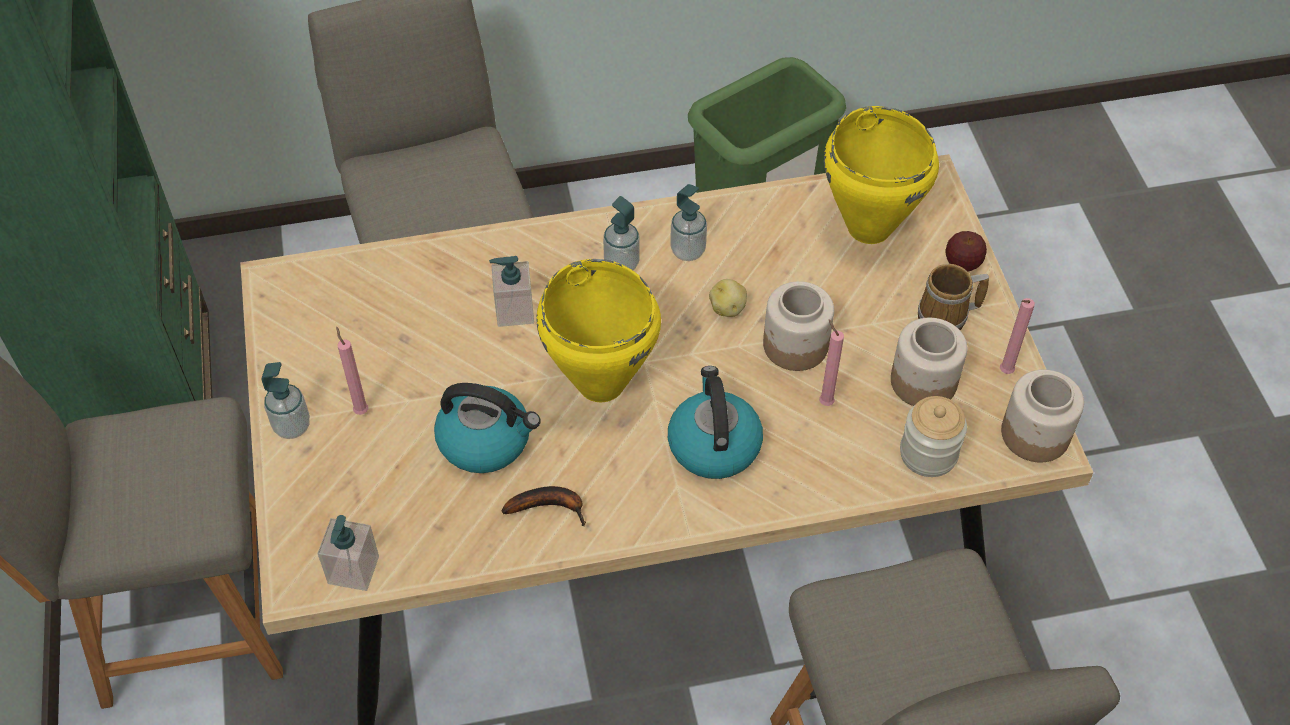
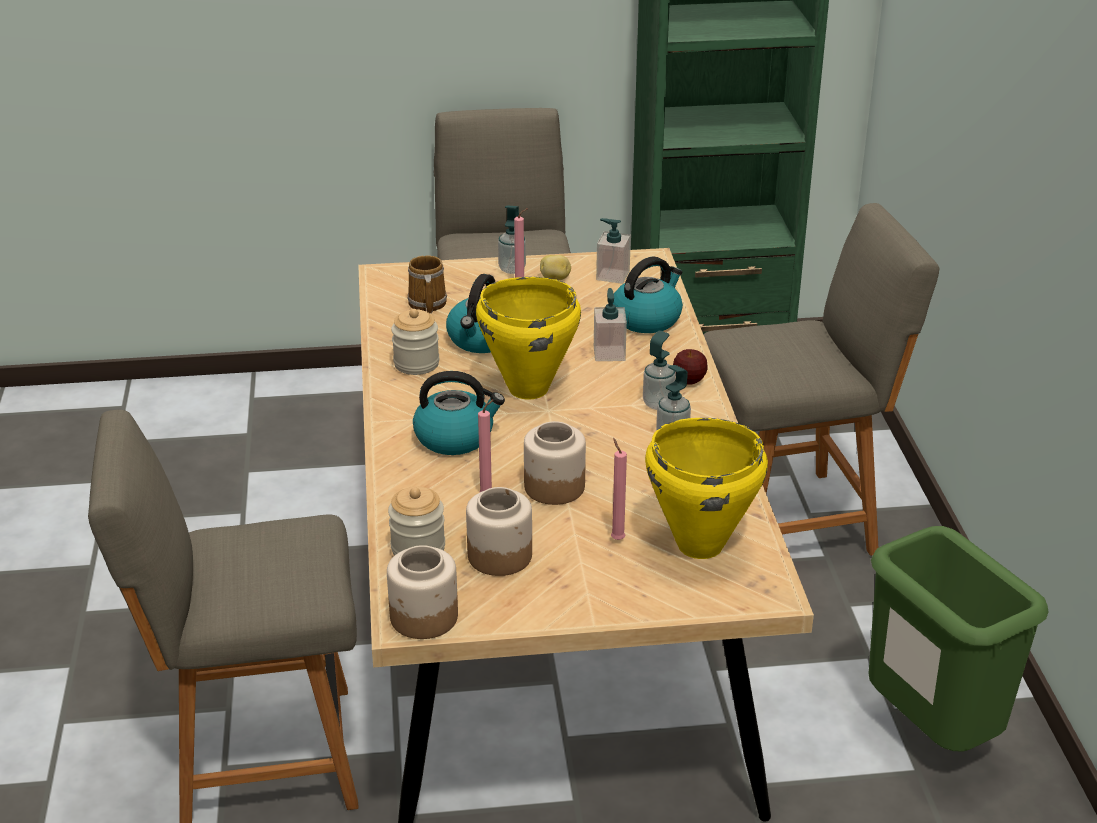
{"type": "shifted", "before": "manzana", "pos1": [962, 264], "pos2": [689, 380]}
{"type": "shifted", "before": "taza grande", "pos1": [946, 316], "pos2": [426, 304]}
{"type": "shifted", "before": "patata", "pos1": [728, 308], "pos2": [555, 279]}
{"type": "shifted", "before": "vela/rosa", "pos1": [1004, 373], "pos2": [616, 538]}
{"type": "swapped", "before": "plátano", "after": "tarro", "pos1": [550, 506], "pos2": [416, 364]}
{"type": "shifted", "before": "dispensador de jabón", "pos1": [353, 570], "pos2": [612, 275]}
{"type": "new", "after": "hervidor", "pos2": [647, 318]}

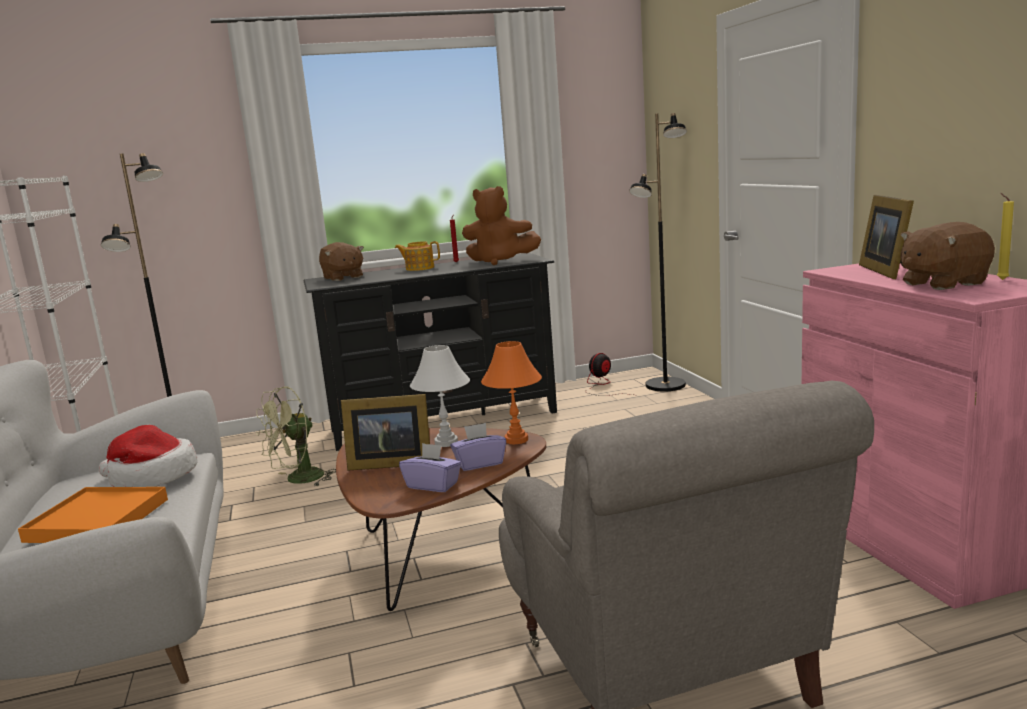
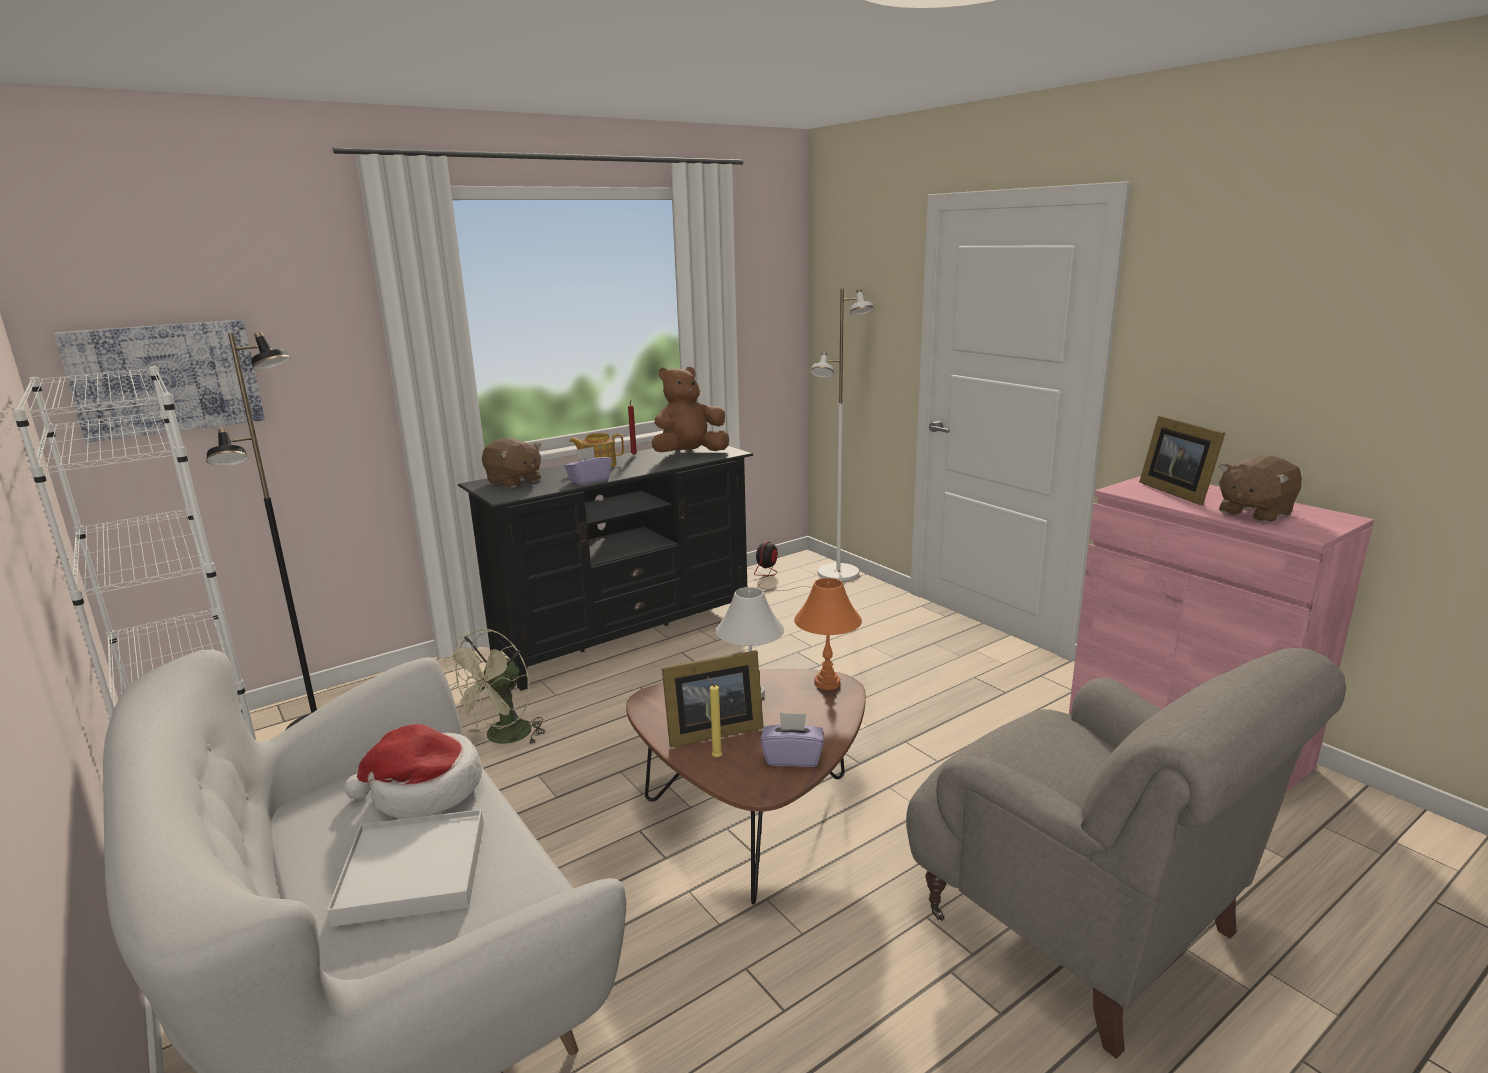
{"type": "repainted", "before": "lámpara de pie/negro", "after": "lámpara de pie/blanco", "pos1": [665, 385], "pos2": [838, 574]}
{"type": "rotated", "before": "peluche/marrón", "pos1": [500, 261], "pos2": [689, 454], "turn": 150}
{"type": "shifted", "before": "vela/amarillo", "pos1": [1000, 279], "pos2": [715, 757]}
{"type": "shifted", "before": "caja de pañuelos/morado", "pos1": [479, 463], "pos2": [589, 480]}
{"type": "repainted", "before": "bandeja/naranja", "after": "bandeja/blanco", "pos1": [98, 520], "pos2": [413, 871]}
{"type": "new", "after": "cuadro", "pos2": [166, 378]}

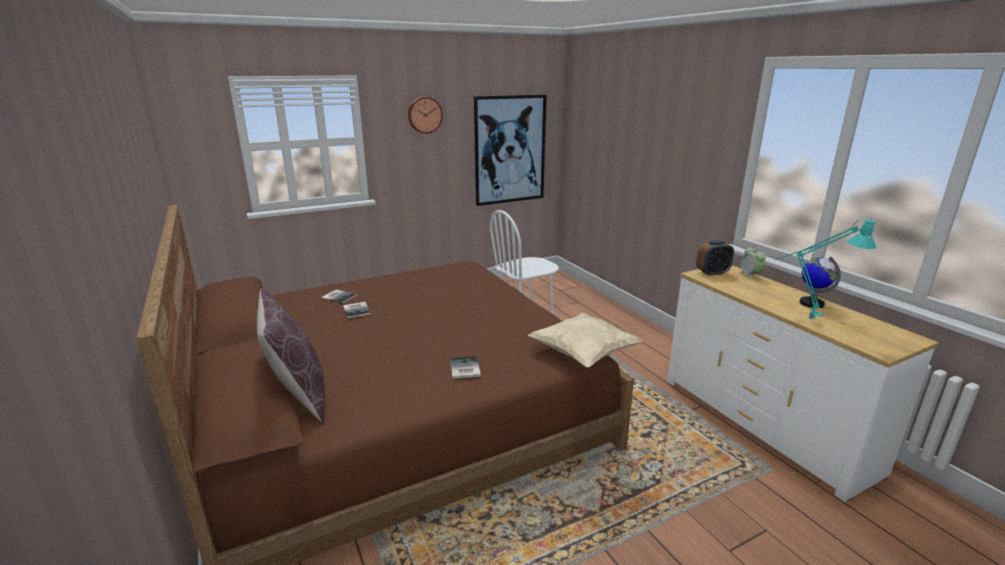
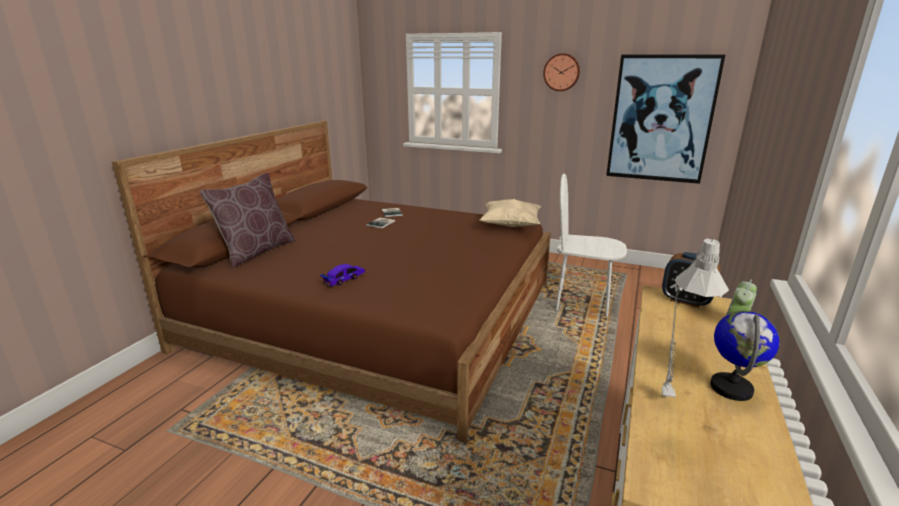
{"type": "repainted", "before": "lámpara de mesa/turquesa", "after": "lámpara de mesa/gris", "pos1": [805, 317], "pos2": [663, 391]}
{"type": "shifted", "before": "cojín/beis", "pos1": [583, 354], "pos2": [510, 226]}
{"type": "swapped", "before": "libro", "after": "coche de juguete", "pos1": [464, 368], "pos2": [344, 279]}

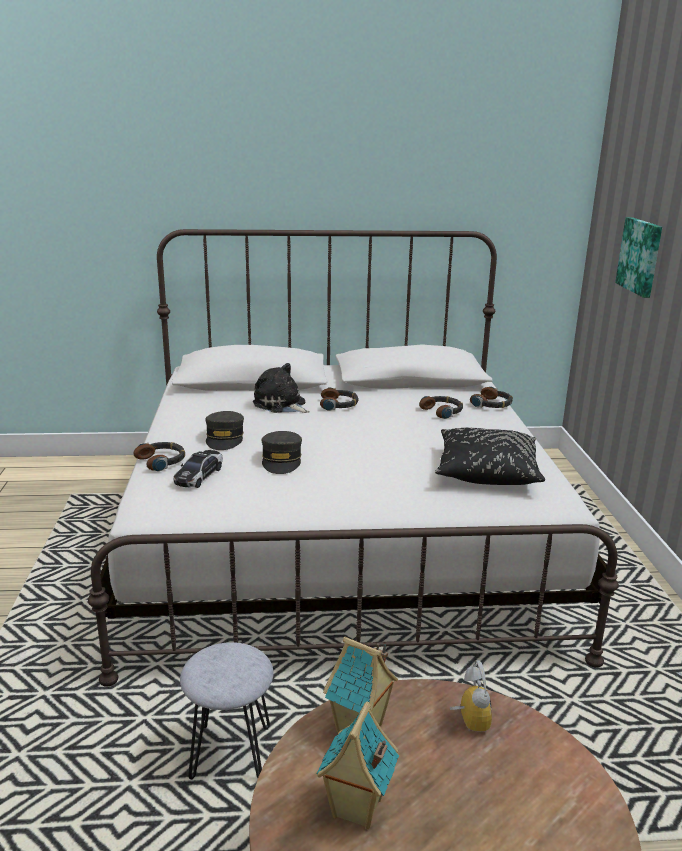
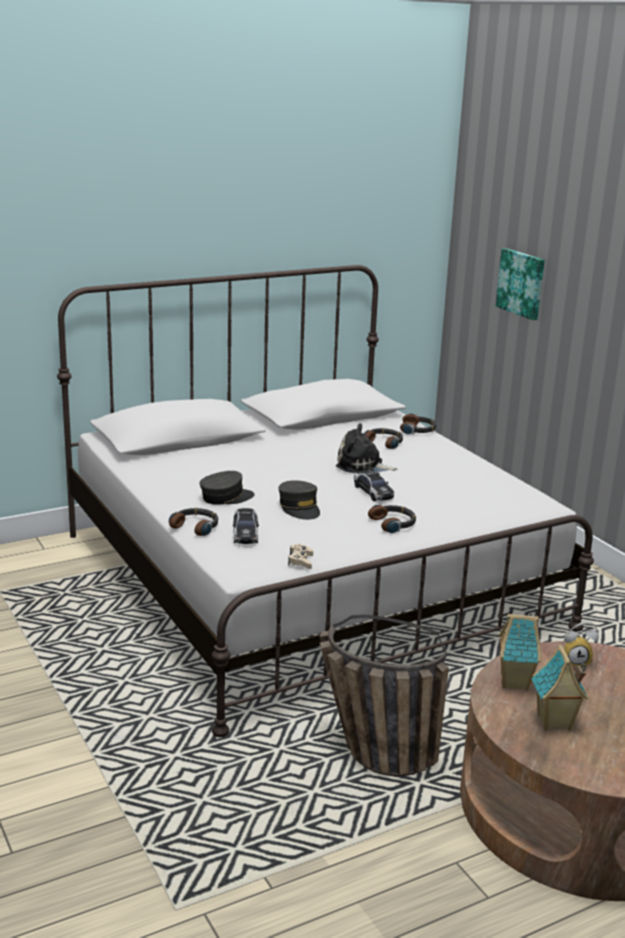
{"type": "shifted", "before": "peluche", "pos1": [281, 405], "pos2": [362, 466]}
{"type": "shifted", "before": "auriculares", "pos1": [339, 404], "pos2": [393, 523]}
{"type": "rotated", "before": "gorra/gris", "pos1": [224, 438], "pos2": [226, 497], "turn": -90}
{"type": "gone", "before": "cojín/negro", "pos1": [486, 472]}
{"type": "swapped", "before": "taburete/gris", "after": "cesta", "pos1": [231, 754], "pos2": [370, 753]}
{"type": "rotated", "before": "despertador", "pos1": [467, 721], "pos2": [576, 661], "turn": 120}
{"type": "new", "after": "coche de juguete", "pos2": [373, 492]}
{"type": "new", "after": "mando de consola/beis", "pos2": [300, 561]}

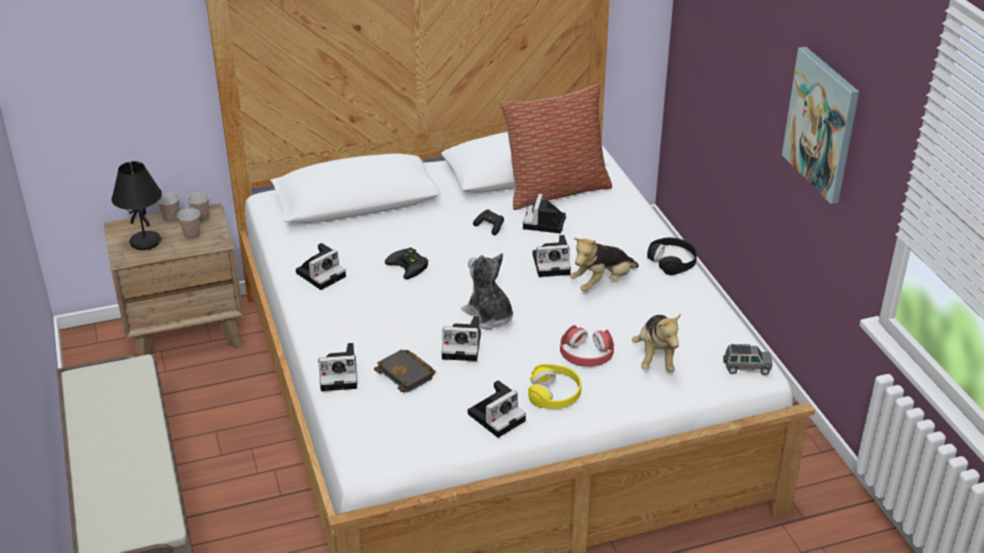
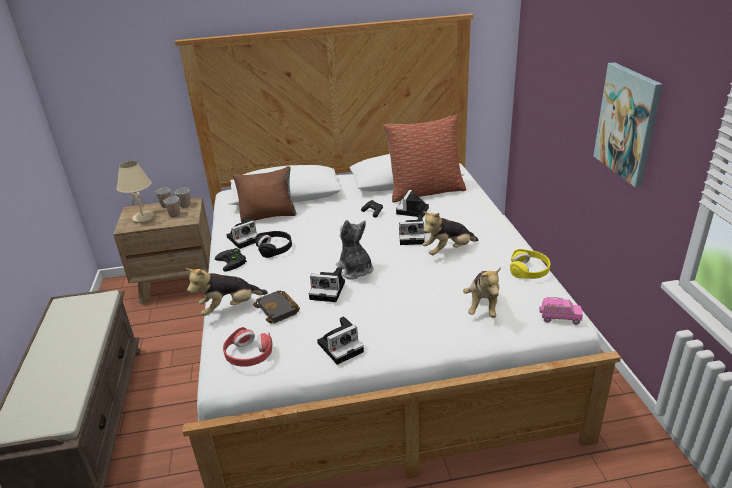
{"type": "repainted", "before": "lámpara de mesa/negro", "after": "lámpara de mesa/beis", "pos1": [146, 242], "pos2": [144, 218]}
{"type": "shifted", "before": "auriculares/negro", "pos1": [672, 261], "pos2": [275, 248]}
{"type": "shifted", "before": "mando de consola/negro", "pos1": [410, 265], "pos2": [233, 261]}
{"type": "shifted", "before": "auriculares/rojo", "pos1": [586, 354], "pos2": [248, 354]}
{"type": "swapped", "before": "cámara", "after": "peluche", "pos1": [340, 374], "pos2": [229, 308]}
{"type": "repainted", "before": "coche de juguete/gris", "after": "coche de juguete/rosa", "pos1": [746, 368], "pos2": [559, 318]}
{"type": "shifted", "before": "auriculares/amarillo", "pos1": [554, 394], "pos2": [529, 270]}
{"type": "new", "after": "cojín/marrón", "pos2": [268, 215]}

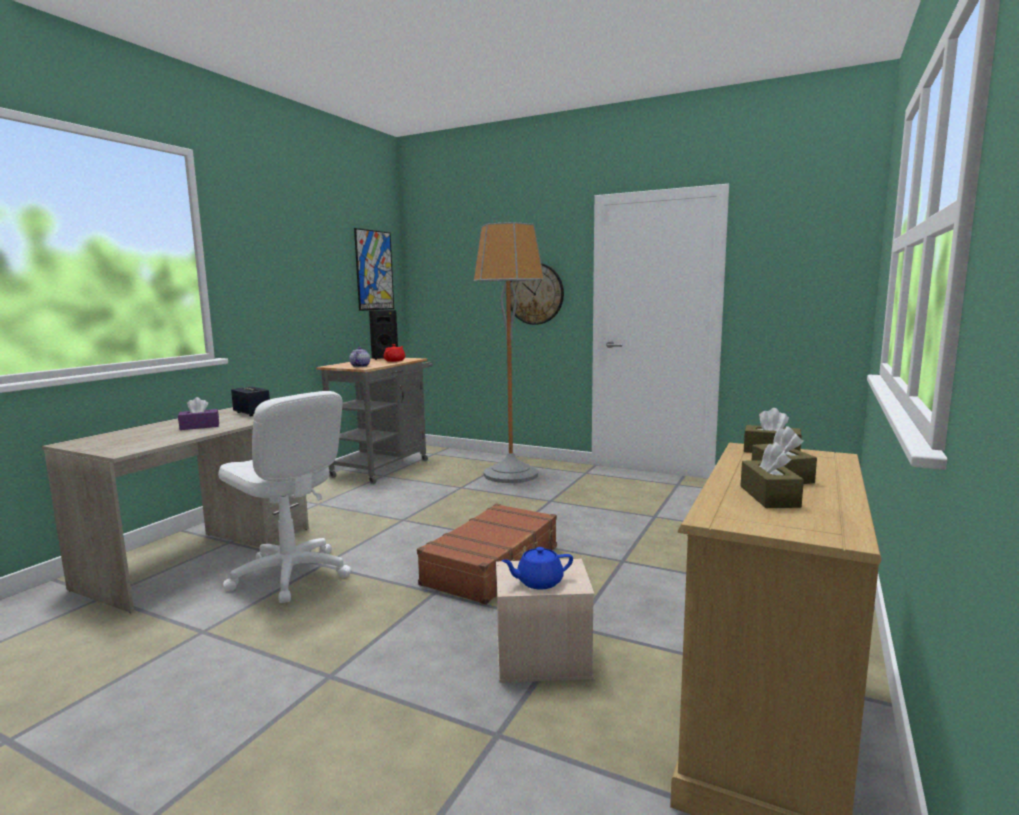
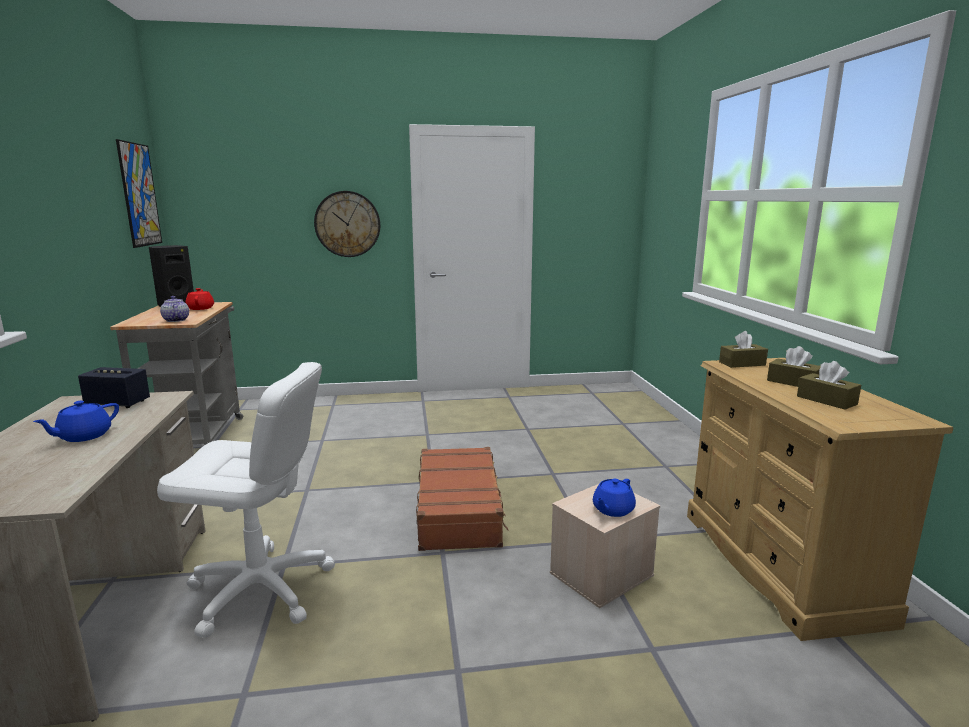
{"type": "gone", "before": "lámpara de pie", "pos1": [511, 474]}
{"type": "swapped", "before": "caja de pañuelos/morado", "after": "tetera/azul", "pos1": [199, 426], "pos2": [83, 436]}

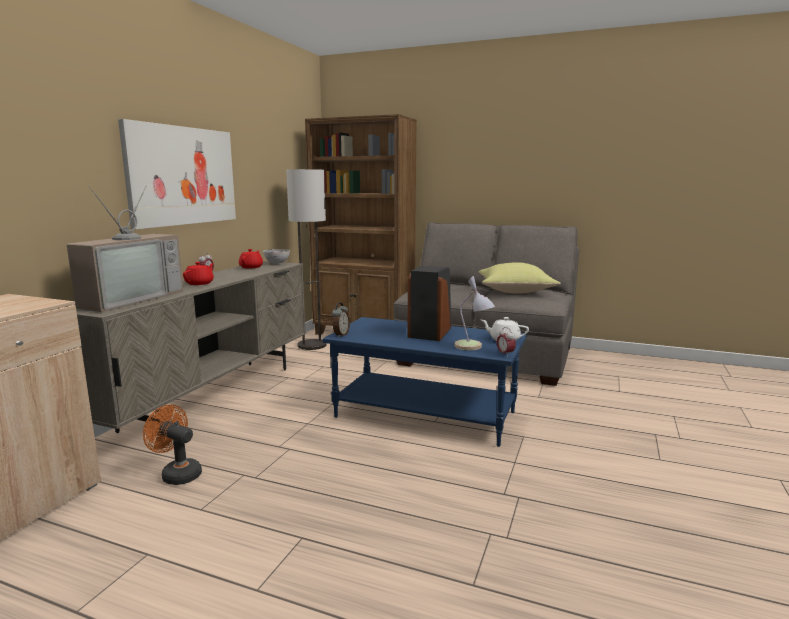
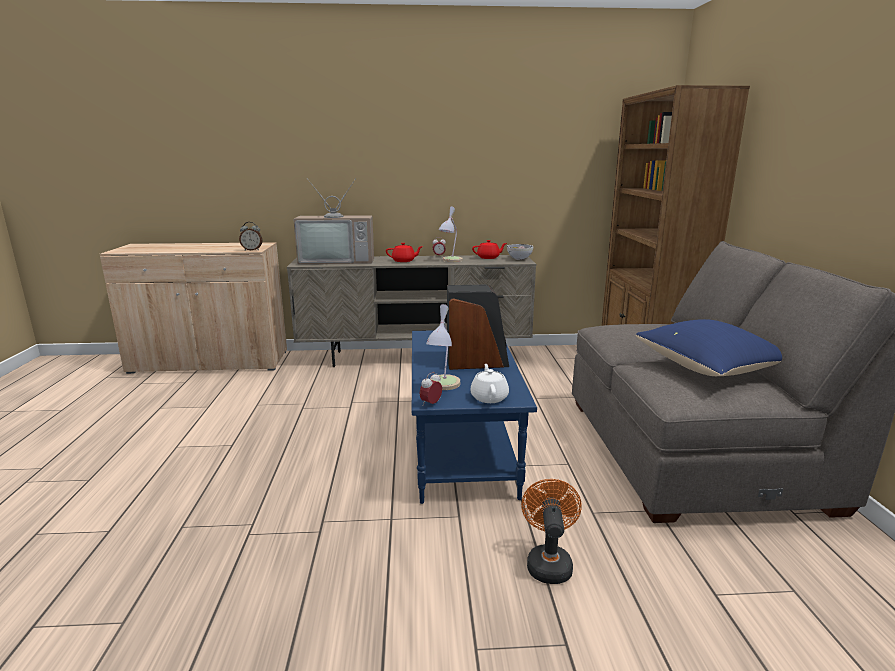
{"type": "gone", "before": "cuadro", "pos1": [182, 176]}
{"type": "gone", "before": "lámpara de pie", "pos1": [312, 345]}
{"type": "repainted", "before": "cojín/amarillo", "after": "cojín/azul", "pos1": [516, 292], "pos2": [711, 369]}
{"type": "shifted", "before": "despertador", "pos1": [340, 335], "pos2": [252, 250]}
{"type": "shifted", "before": "ventilador/naranja", "pos1": [177, 474], "pos2": [548, 562]}
{"type": "new", "after": "lámpara de mesa", "pos2": [450, 261]}

